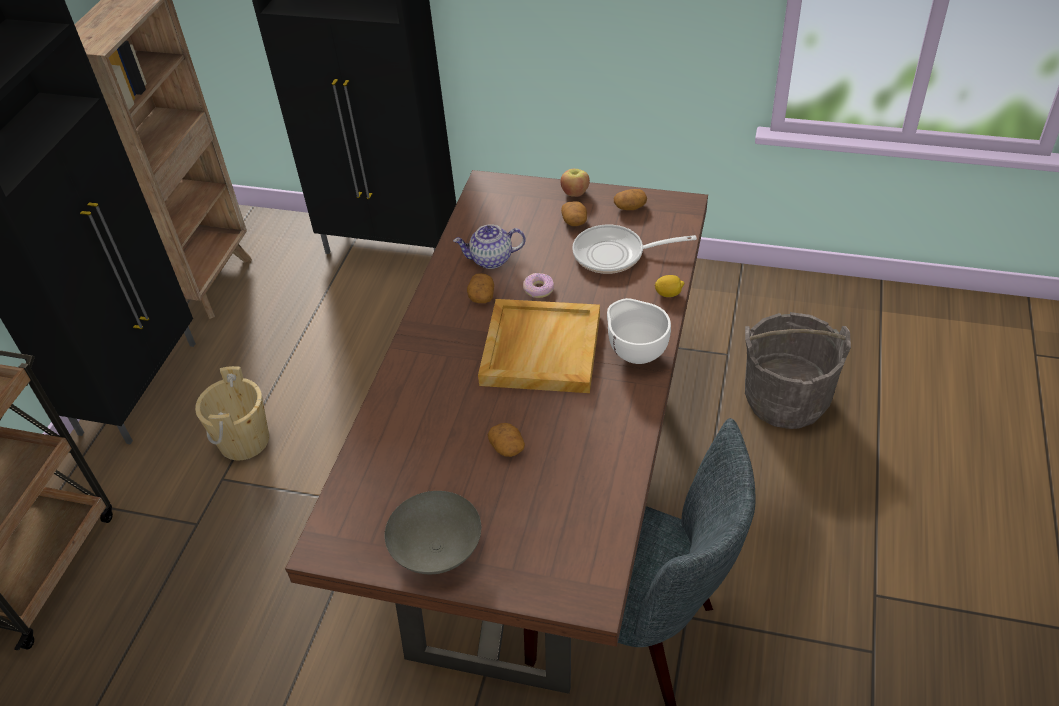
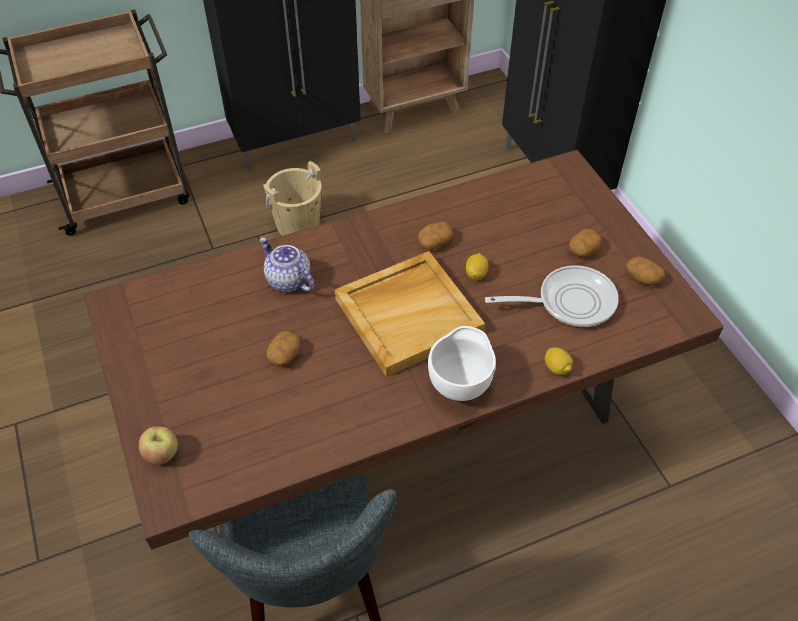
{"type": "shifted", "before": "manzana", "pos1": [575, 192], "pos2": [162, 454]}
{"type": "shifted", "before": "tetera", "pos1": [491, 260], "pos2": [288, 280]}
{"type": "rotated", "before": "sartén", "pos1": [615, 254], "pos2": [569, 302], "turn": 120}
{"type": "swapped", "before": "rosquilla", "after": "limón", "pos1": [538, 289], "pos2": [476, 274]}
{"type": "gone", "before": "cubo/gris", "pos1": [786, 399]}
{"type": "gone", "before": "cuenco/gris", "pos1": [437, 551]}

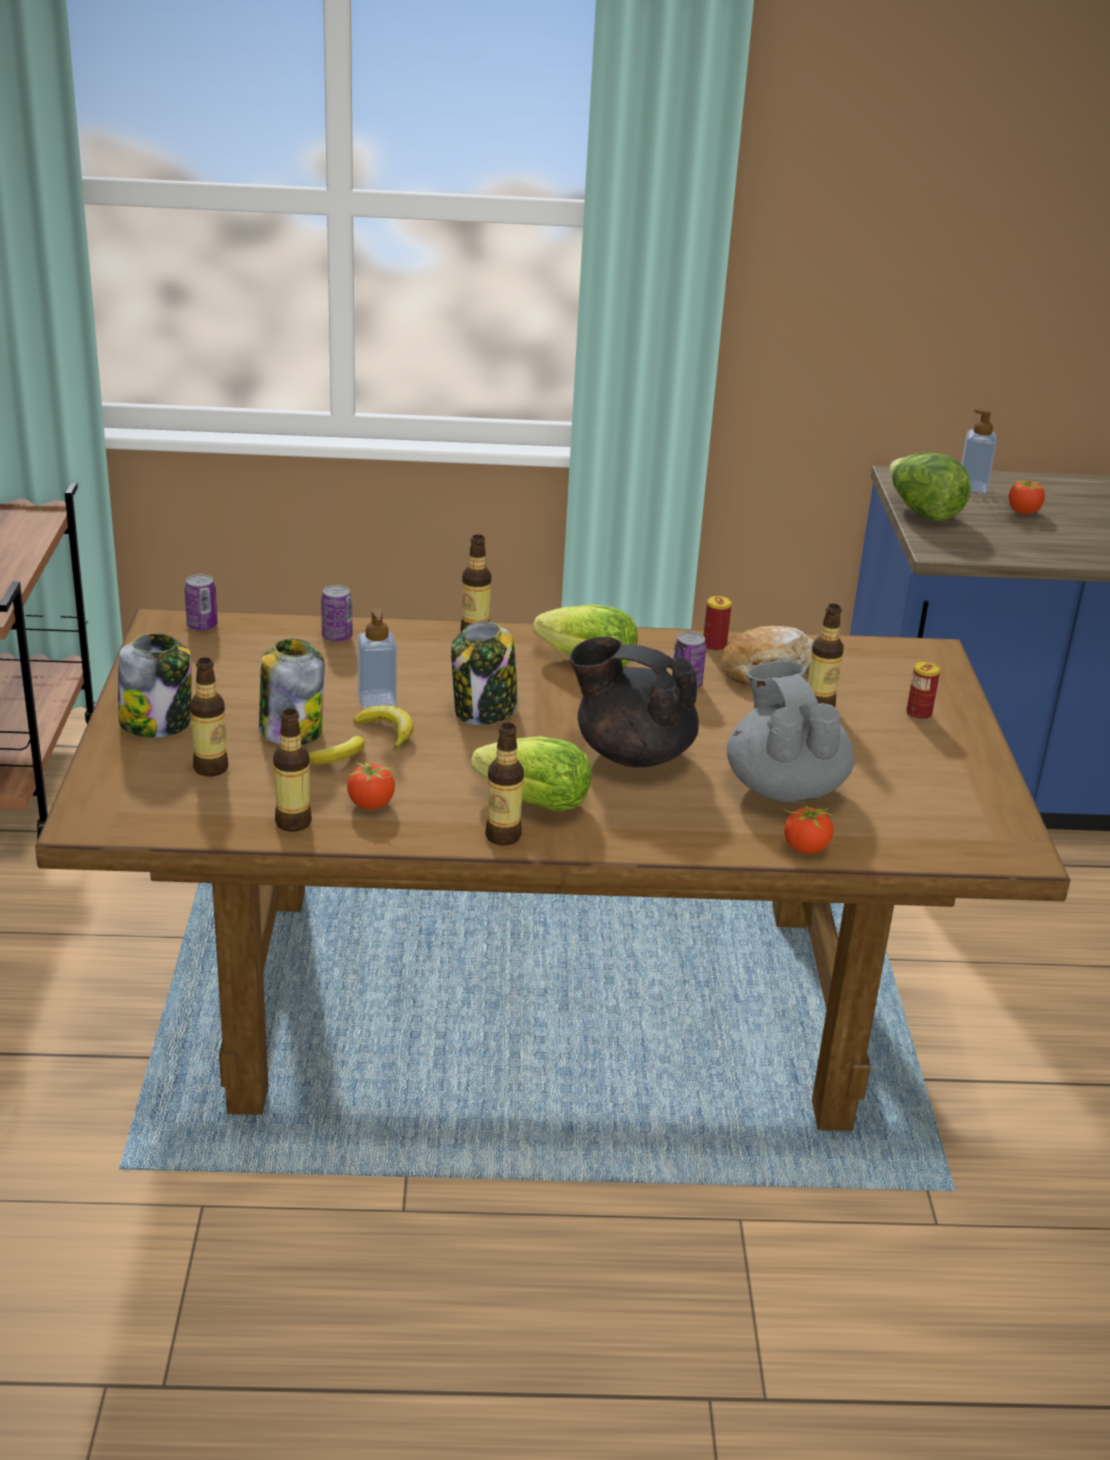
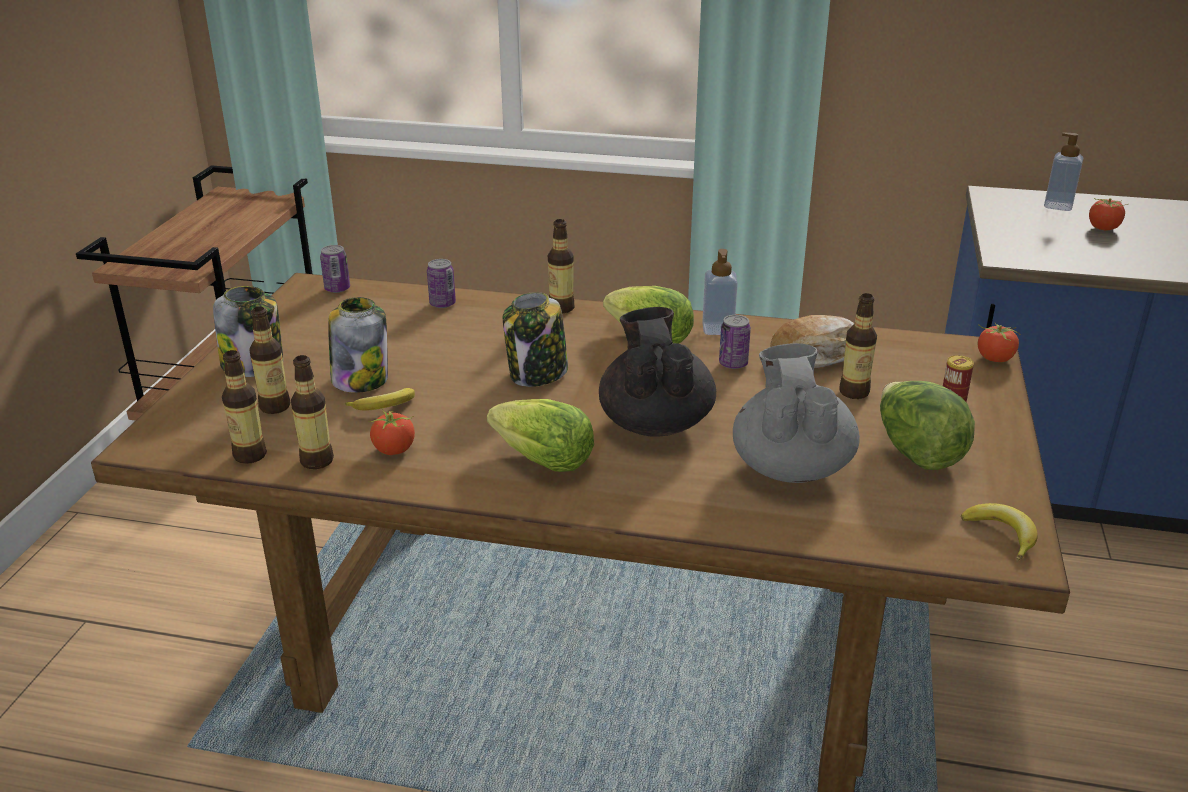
{"type": "shifted", "before": "lechuga", "pos1": [922, 513], "pos2": [916, 453]}
{"type": "gone", "before": "lata", "pos1": [714, 646]}
{"type": "shifted", "before": "dispensador de jabón", "pos1": [377, 700], "pos2": [718, 329]}
{"type": "rotated", "before": "tetera/negro", "pos1": [632, 753], "pos2": [655, 423], "turn": 45}
{"type": "shifted", "before": "plátano", "pos1": [387, 732], "pos2": [1002, 534]}
{"type": "shifted", "before": "botella", "pos1": [503, 836], "pos2": [250, 455]}
{"type": "shifted", "before": "tomate", "pos1": [805, 848], "pos2": [994, 359]}

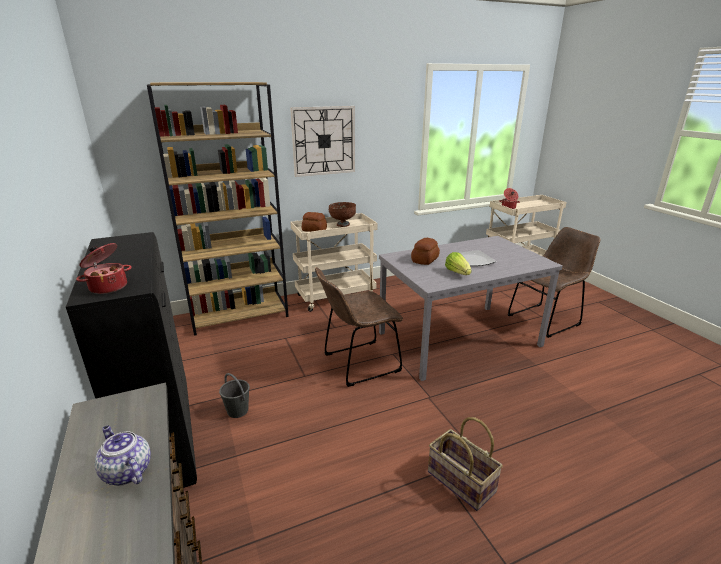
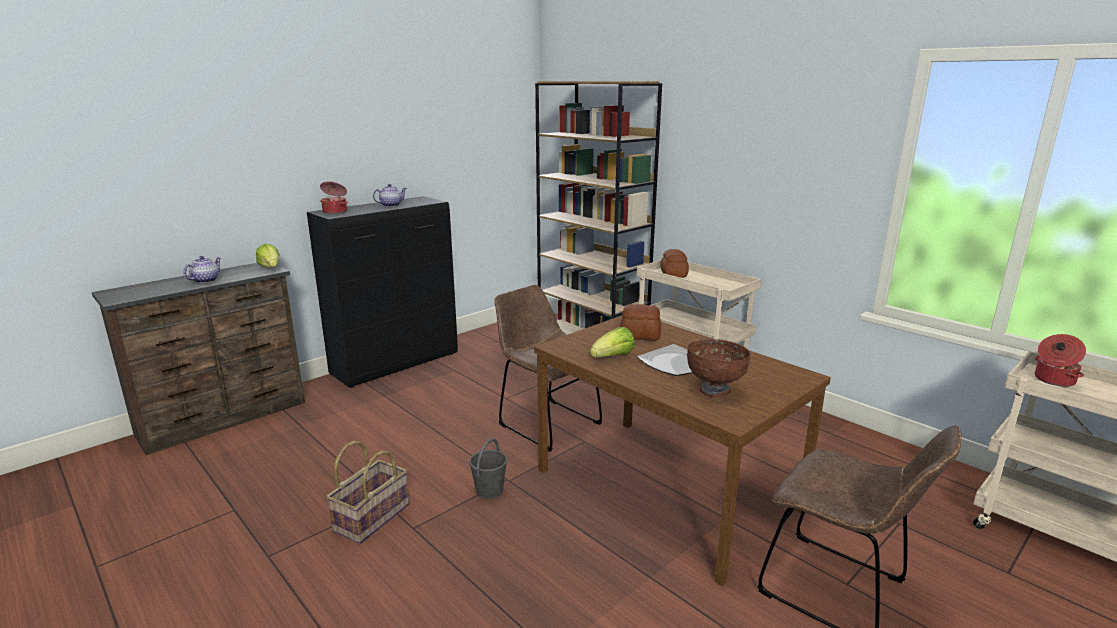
{"type": "gone", "before": "reloj de pared", "pos1": [324, 141]}
{"type": "shifted", "before": "cuenco/marrón", "pos1": [342, 224], "pos2": [715, 391]}
{"type": "repainted", "before": "mesa de comedor/gris", "after": "mesa de comedor/marrón", "pos1": [459, 338], "pos2": [667, 489]}
{"type": "shifted", "before": "cubo/gris", "pos1": [237, 410], "pos2": [489, 490]}
{"type": "new", "after": "tetera", "pos2": [391, 205]}
{"type": "new", "after": "lechuga", "pos2": [270, 268]}

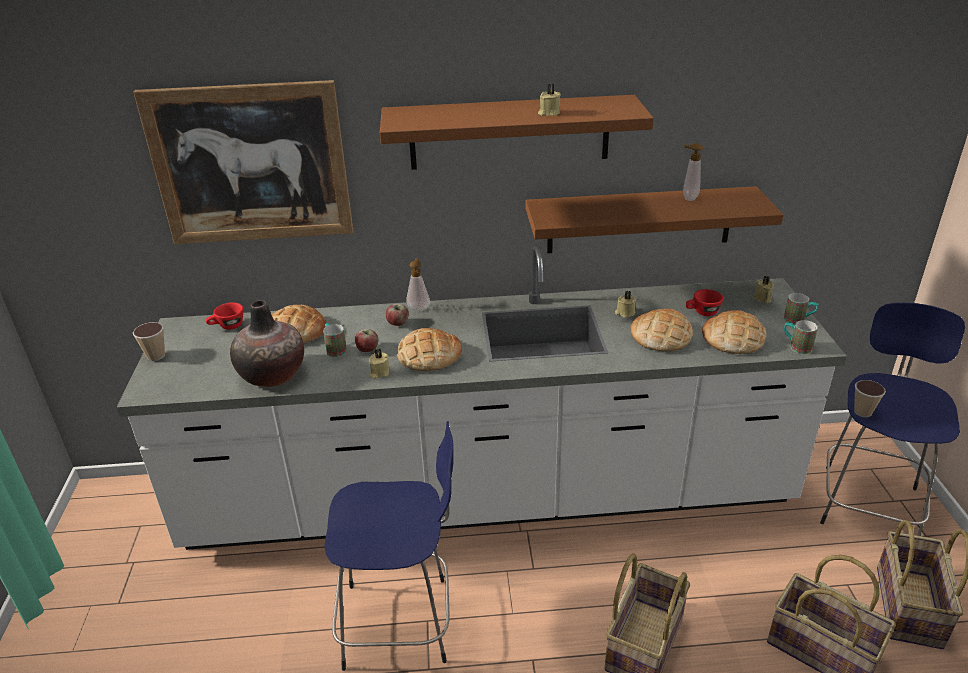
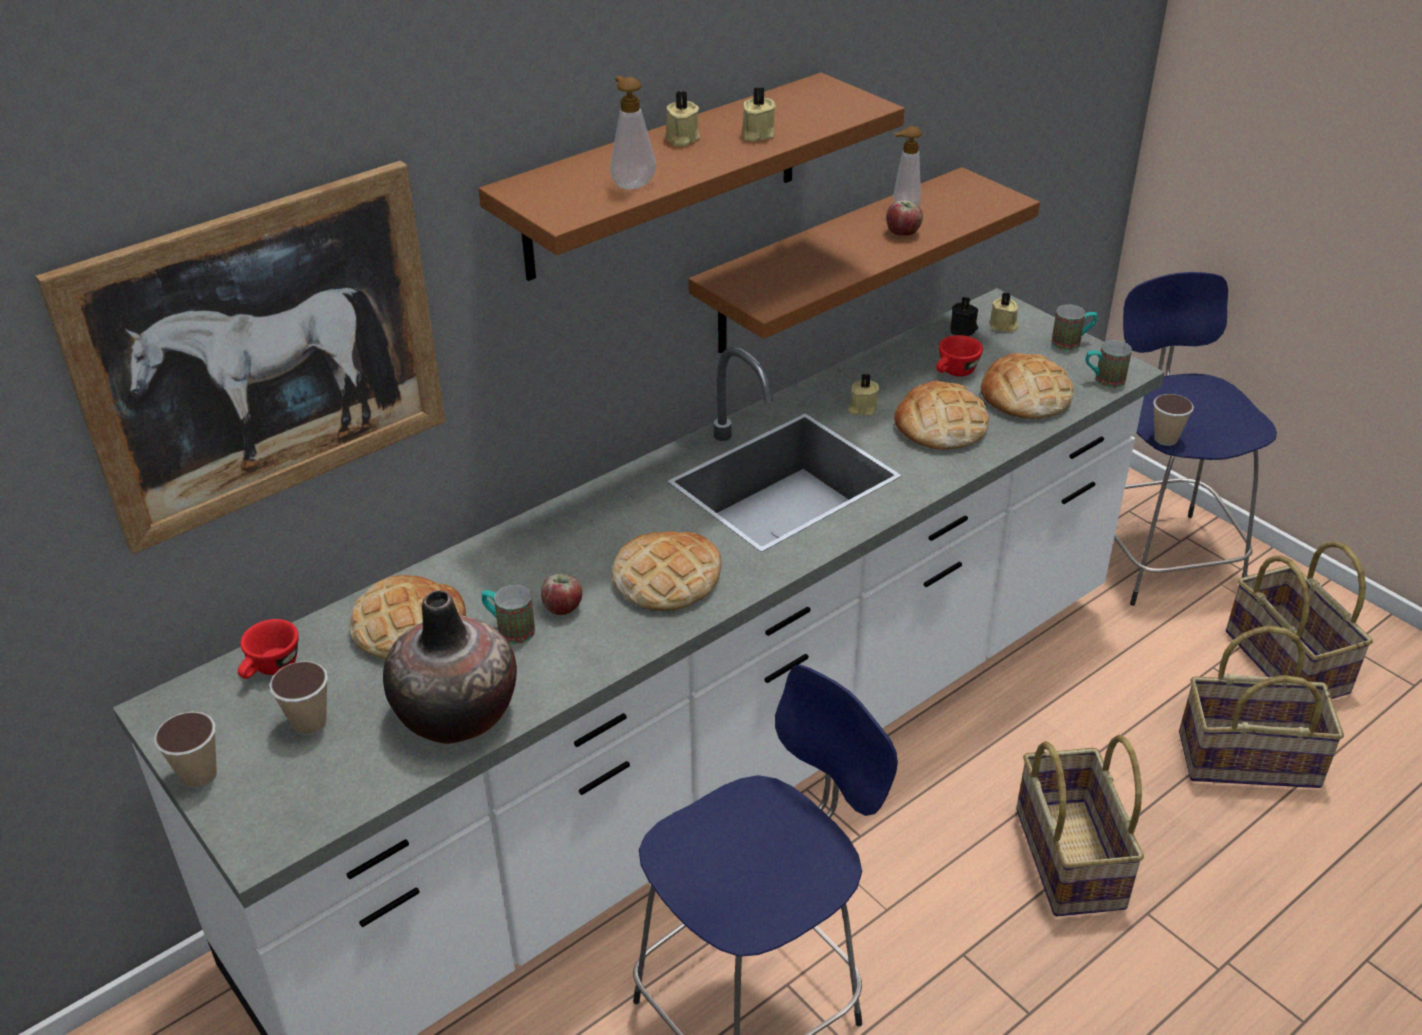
{"type": "shifted", "before": "dispensador de jabón", "pos1": [419, 308], "pos2": [632, 184]}
{"type": "shifted", "before": "manzana", "pos1": [398, 323], "pos2": [903, 233]}
{"type": "shifted", "before": "vela/beis", "pos1": [379, 373], "pos2": [681, 139]}
{"type": "new", "after": "vela/negro", "pos2": [964, 330]}
{"type": "new", "after": "taza", "pos2": [309, 723]}

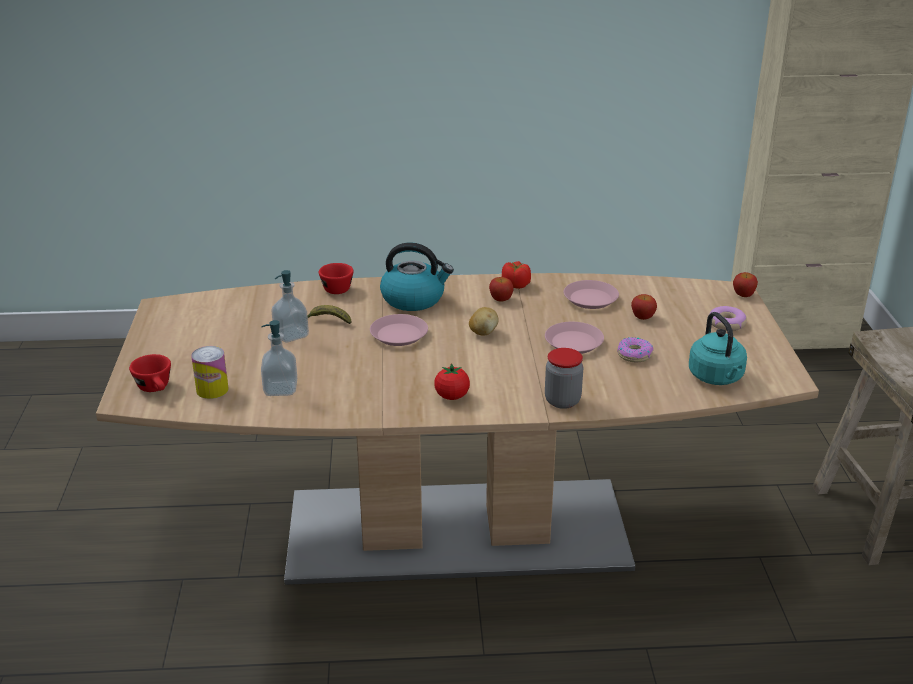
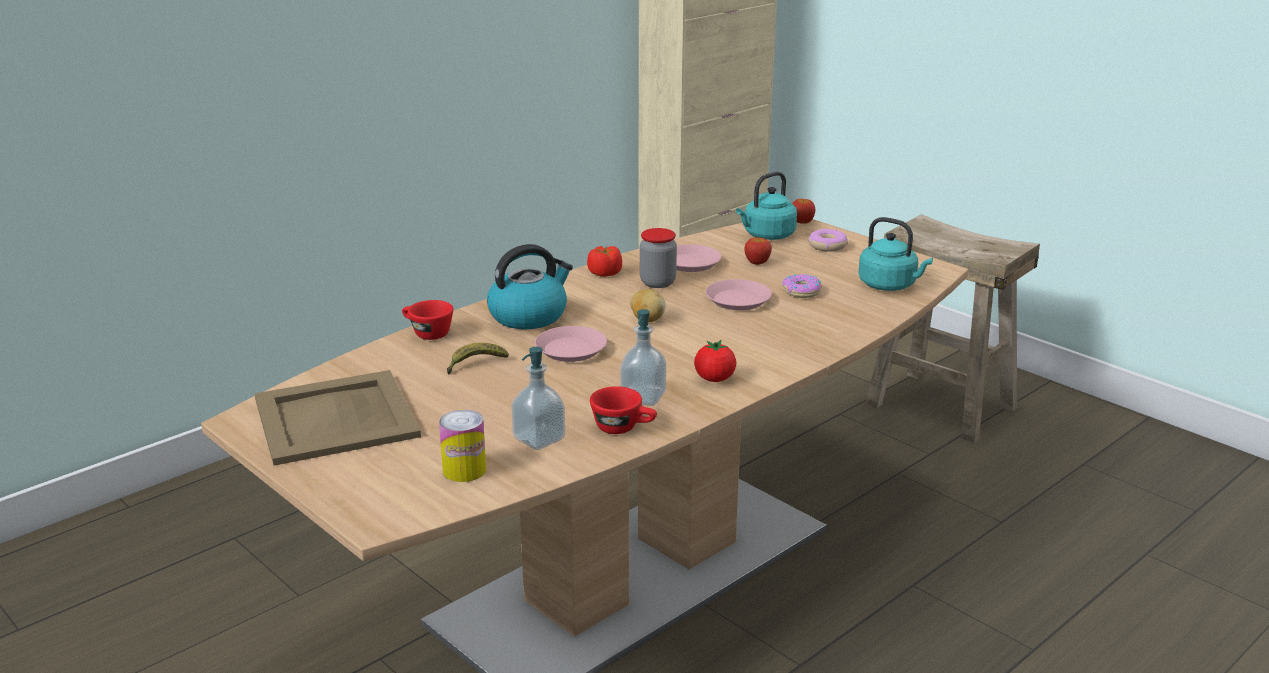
{"type": "shifted", "before": "dispensador de jabón", "pos1": [291, 335], "pos2": [643, 397]}
{"type": "gone", "before": "manzana", "pos1": [500, 299]}
{"type": "shifted", "before": "tarro", "pos1": [562, 401], "pos2": [657, 282]}
{"type": "shifted", "before": "taza/rojo", "pos1": [156, 389], "pos2": [623, 428]}
{"type": "new", "after": "hervidor/turquesa", "pos2": [767, 236]}
{"type": "new", "after": "bandeja/beis", "pos2": [334, 418]}

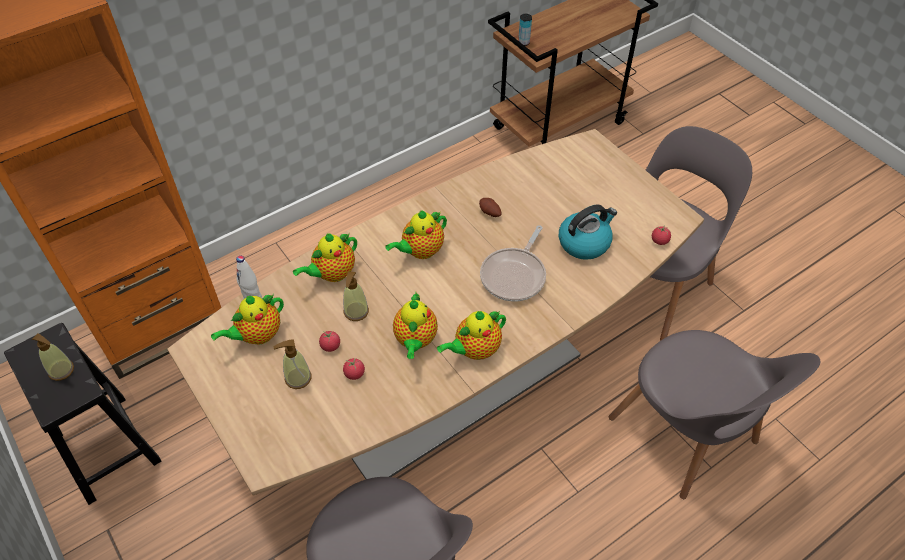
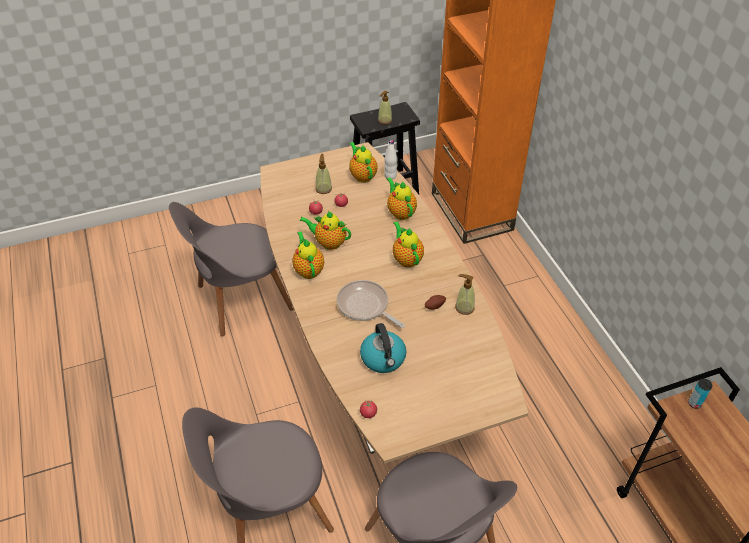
{"type": "shifted", "before": "dispensador de jabón", "pos1": [356, 311], "pos2": [464, 307]}

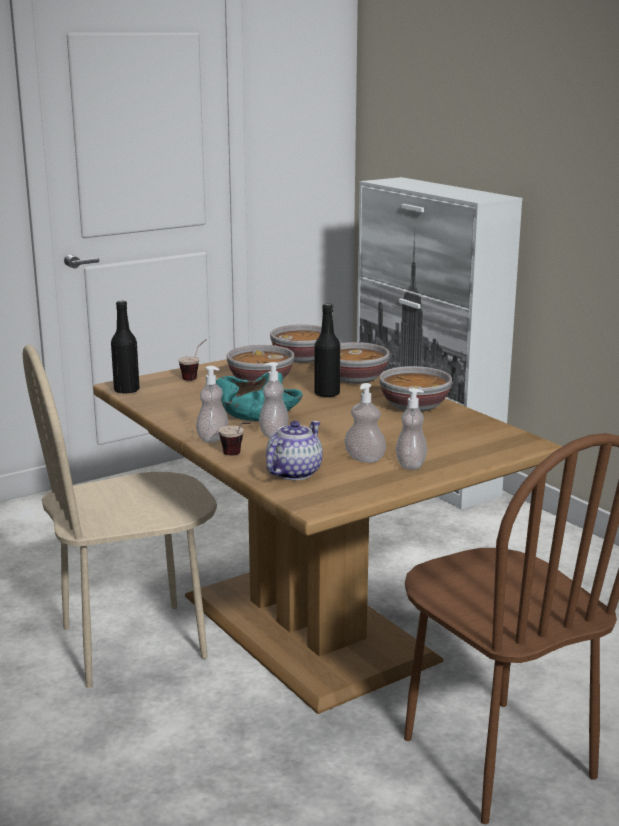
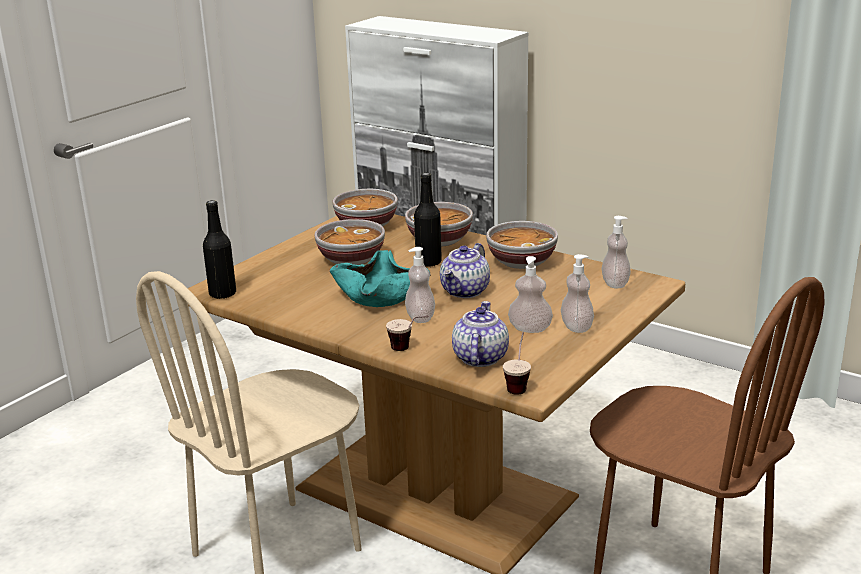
{"type": "shifted", "before": "taza", "pos1": [195, 376], "pos2": [518, 384]}
{"type": "shifted", "before": "dispensador de jabón", "pos1": [212, 438], "pos2": [615, 283]}
{"type": "new", "after": "tetera", "pos2": [465, 291]}

